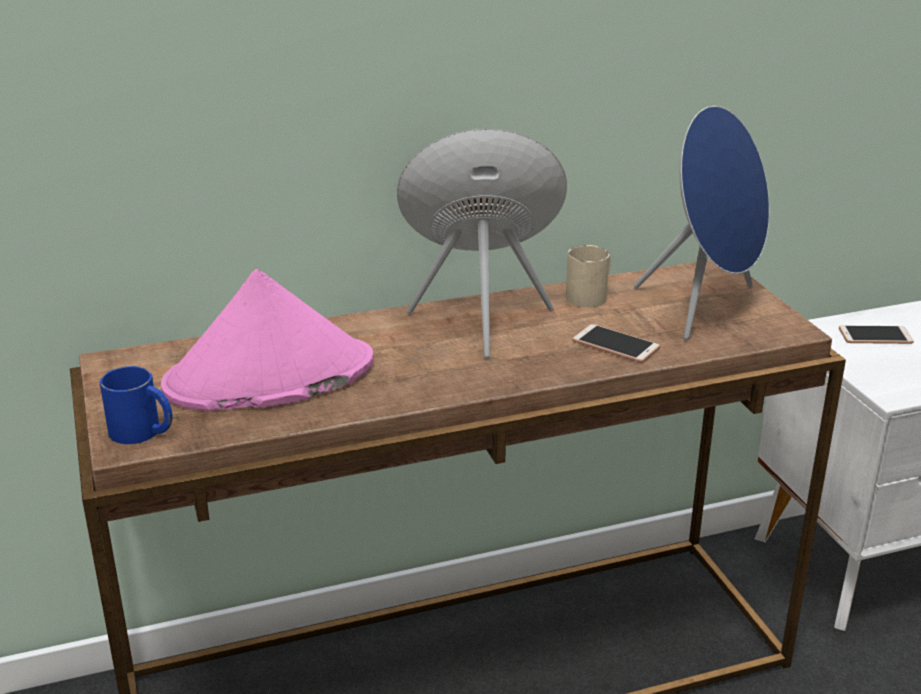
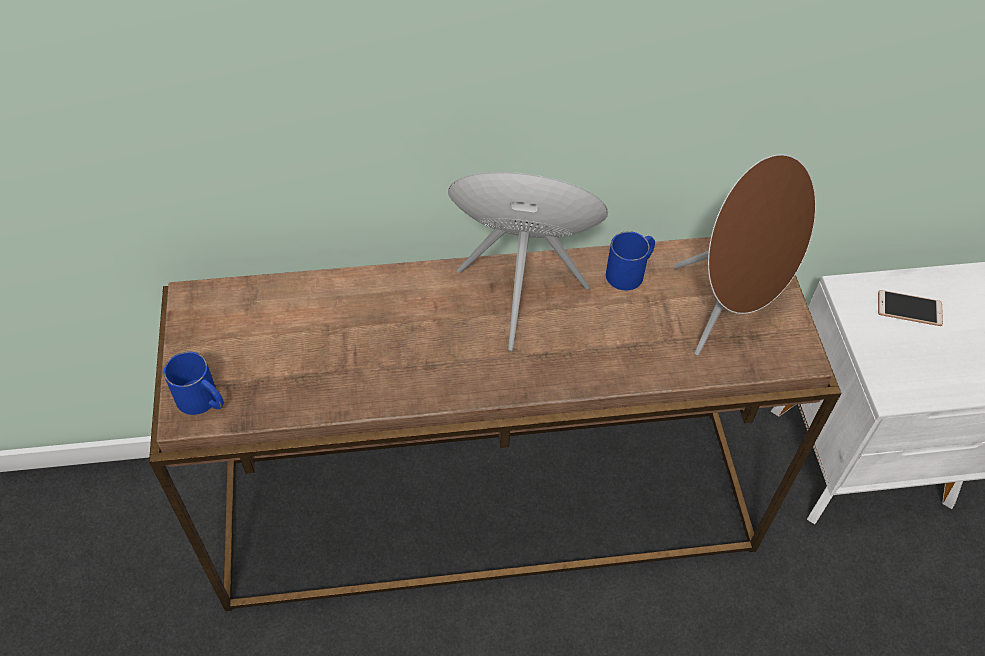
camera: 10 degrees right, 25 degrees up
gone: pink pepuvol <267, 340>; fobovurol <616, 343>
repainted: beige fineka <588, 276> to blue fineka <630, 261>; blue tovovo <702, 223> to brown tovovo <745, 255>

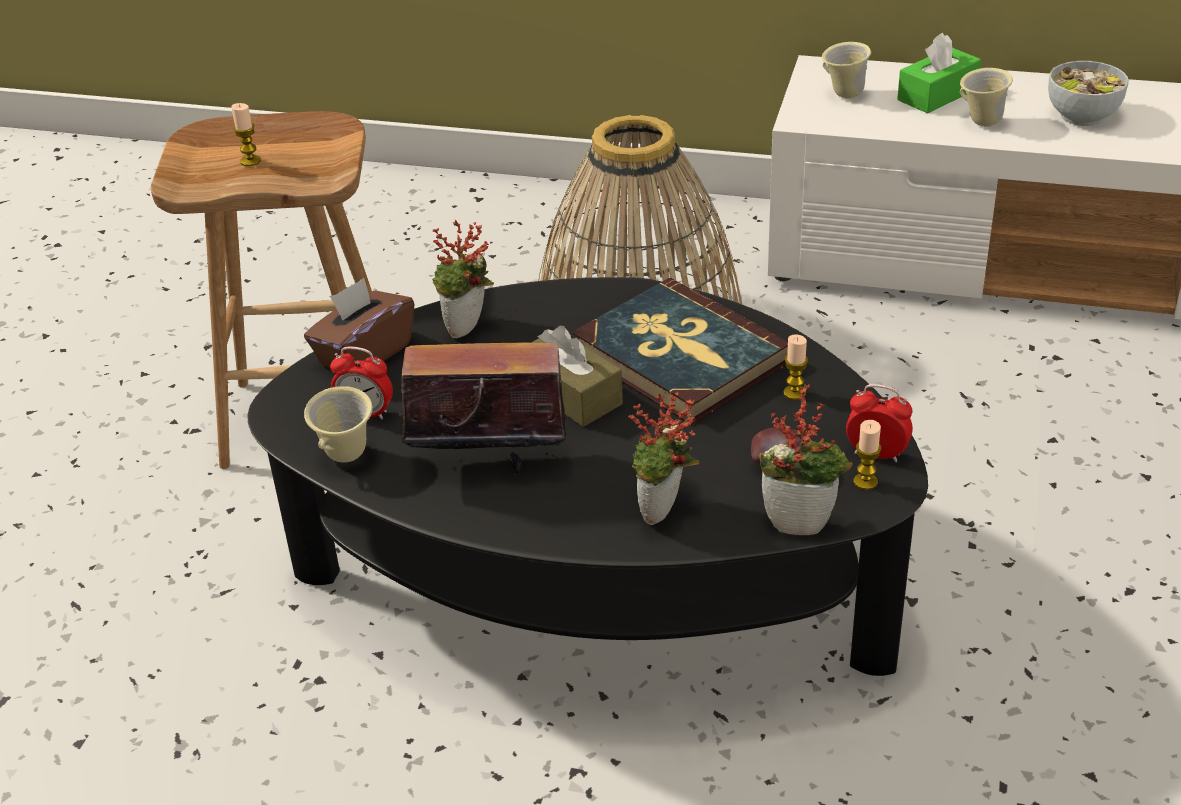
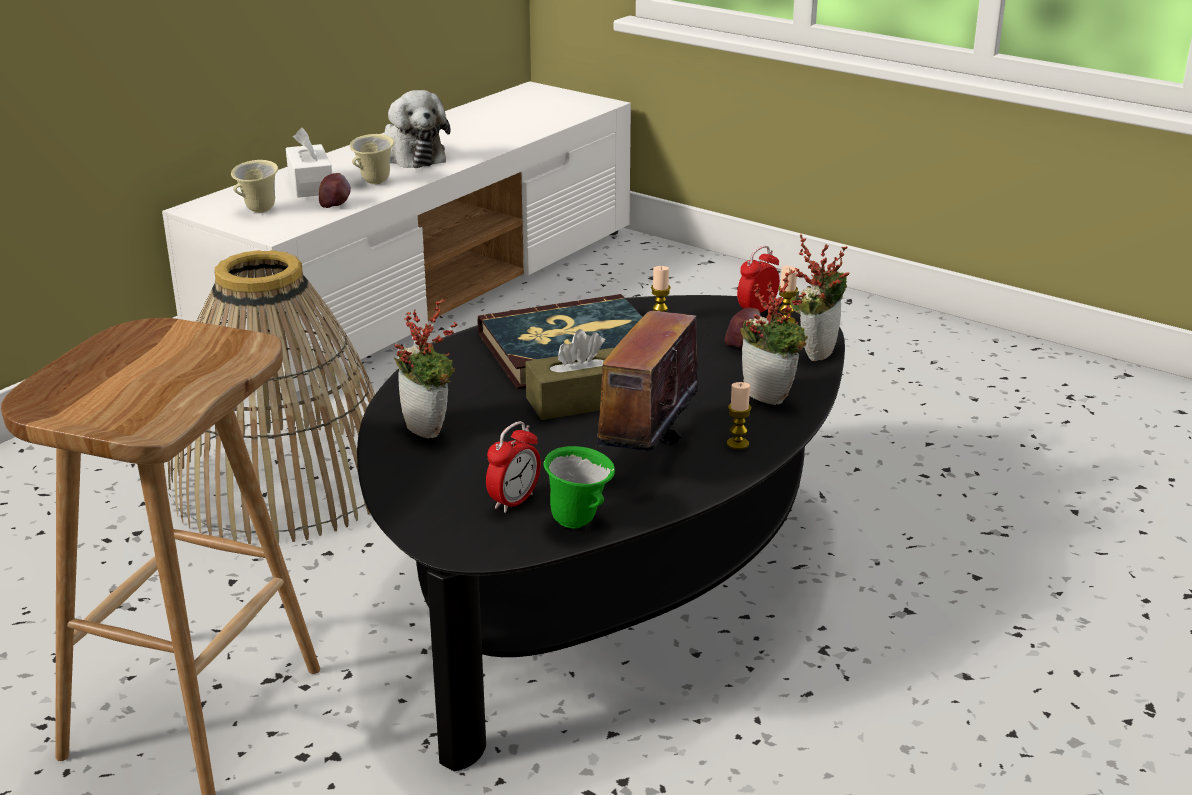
camera: 70 degrees left, 10 degrees down
gone: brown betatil <359, 323>
new: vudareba <335, 190>
shifted: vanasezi <246, 134> to <739, 416>
swapped: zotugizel <1088, 93> to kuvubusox <418, 129>
repainted: green betatil <939, 73> to white betatil <309, 163>; beige fineka <338, 424> to green fineka <579, 487>

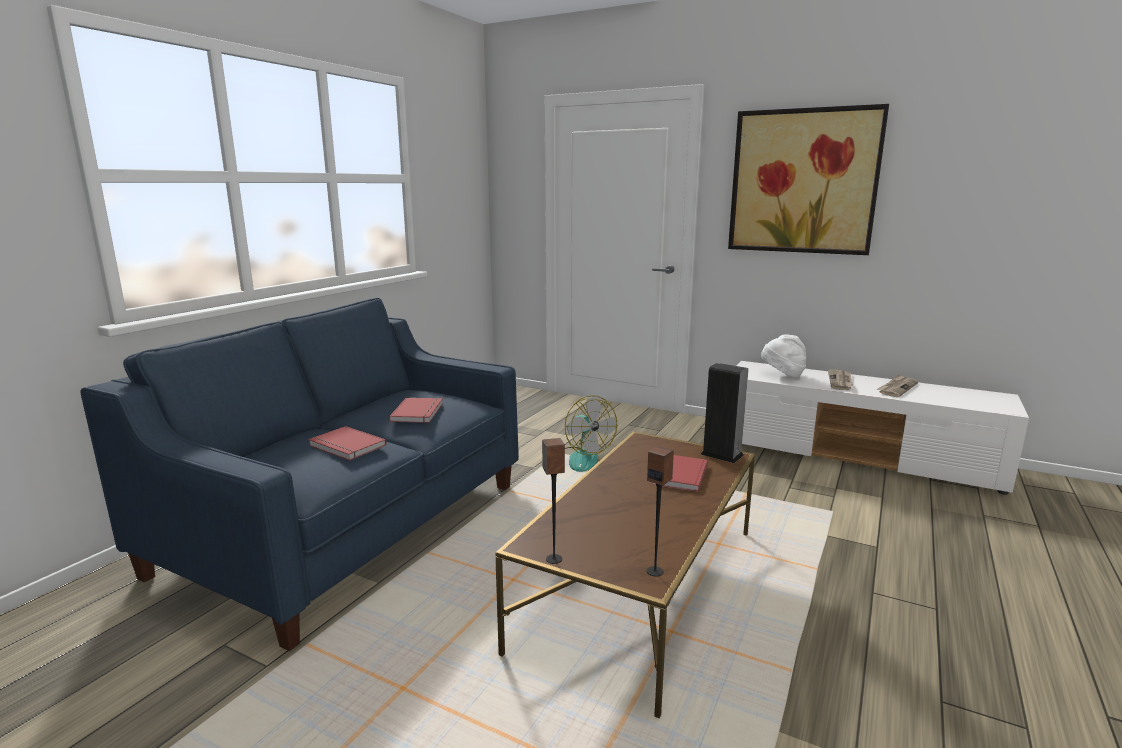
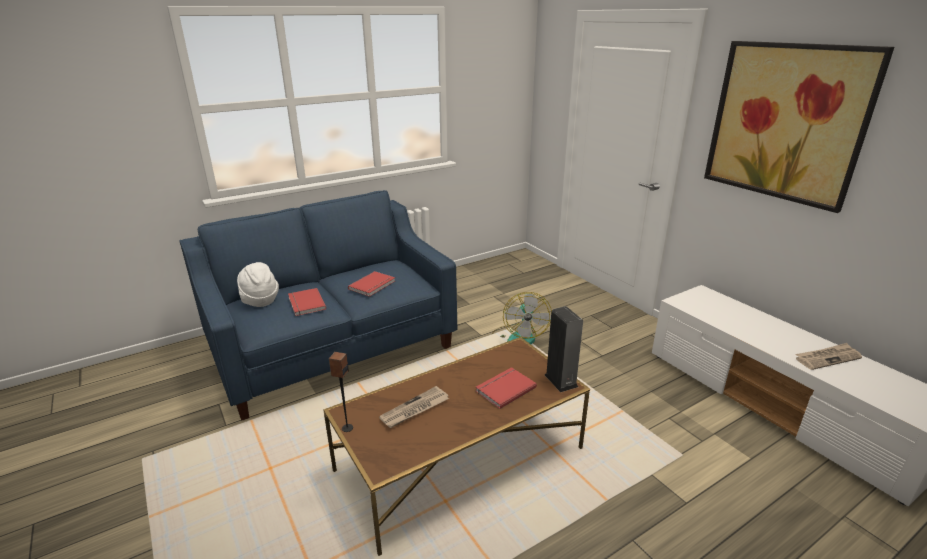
camera: 30 degrees right, 10 degrees up
gone: tovovo <660, 511>
shifted: white pepuvol <783, 356> to <258, 284>; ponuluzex <840, 380> to <414, 407>

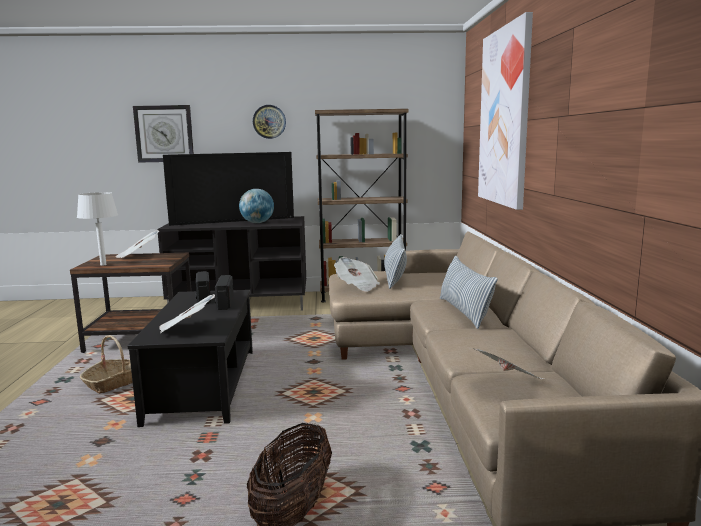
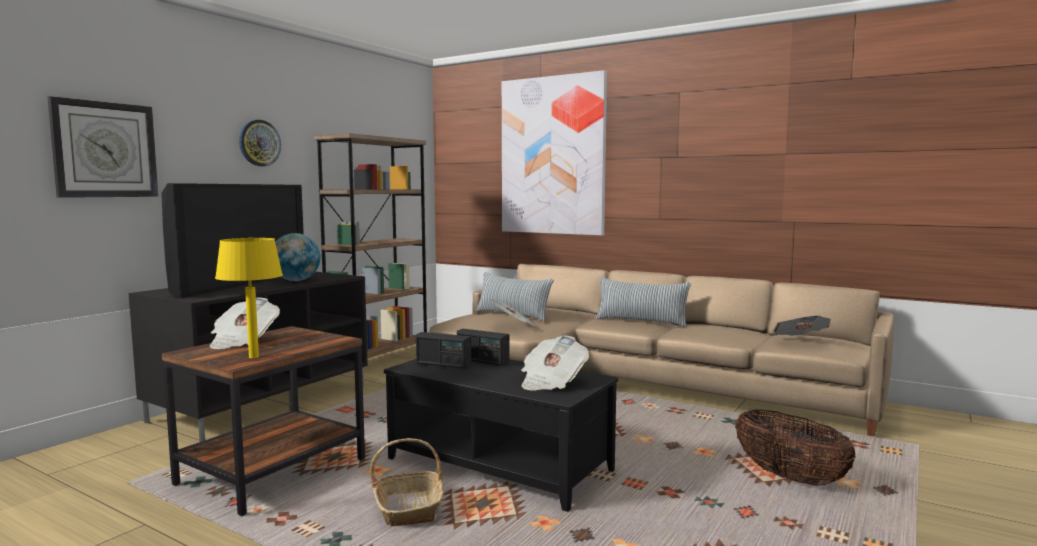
camera: 55 degrees left, 5 degrees down
repainted: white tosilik <97, 229> to yellow tosilik <249, 298>

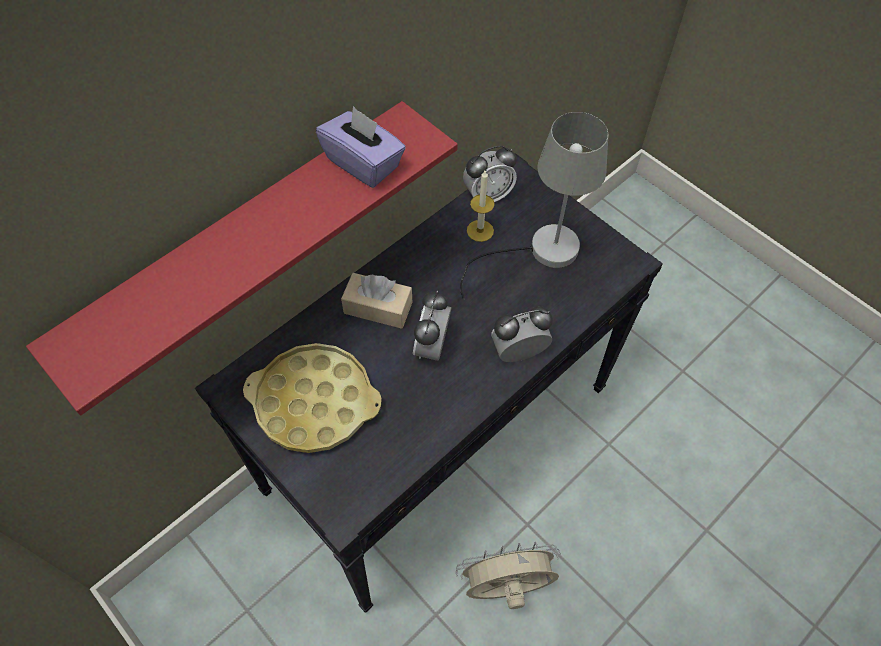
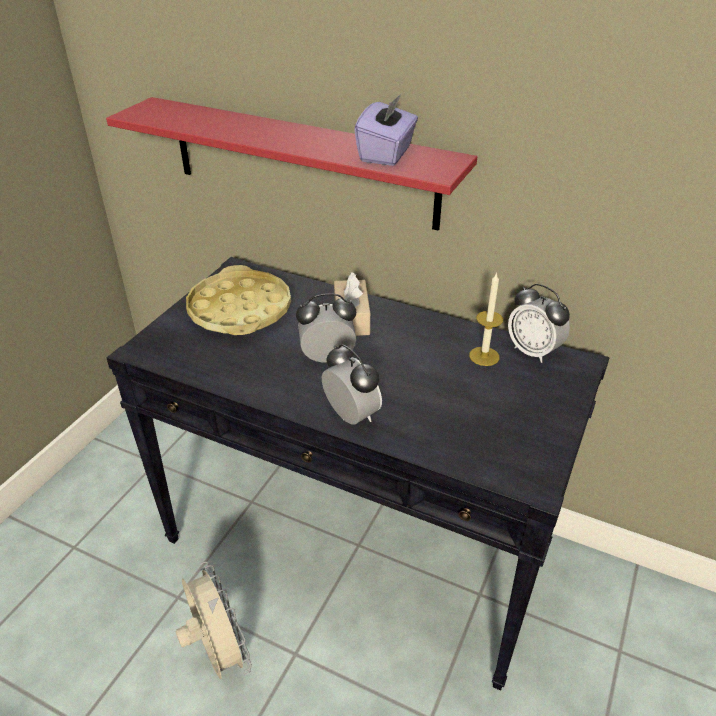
camera: 70 degrees right, 20 degrees down
gone: grey tosilik <534, 206>

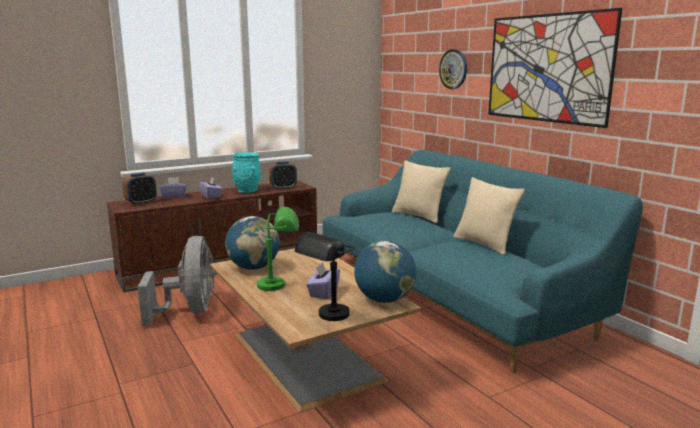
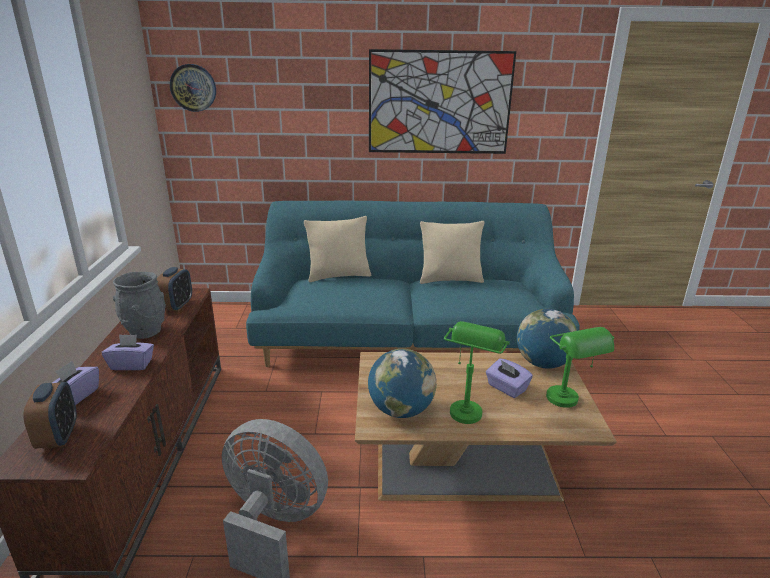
camera: 60 degrees left, 10 degrees up
shifted: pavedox <453, 69> to <193, 88>
repainted: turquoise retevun <246, 172> to grey retevun <139, 305>; black tosilik <325, 276> to green tosilik <580, 367>

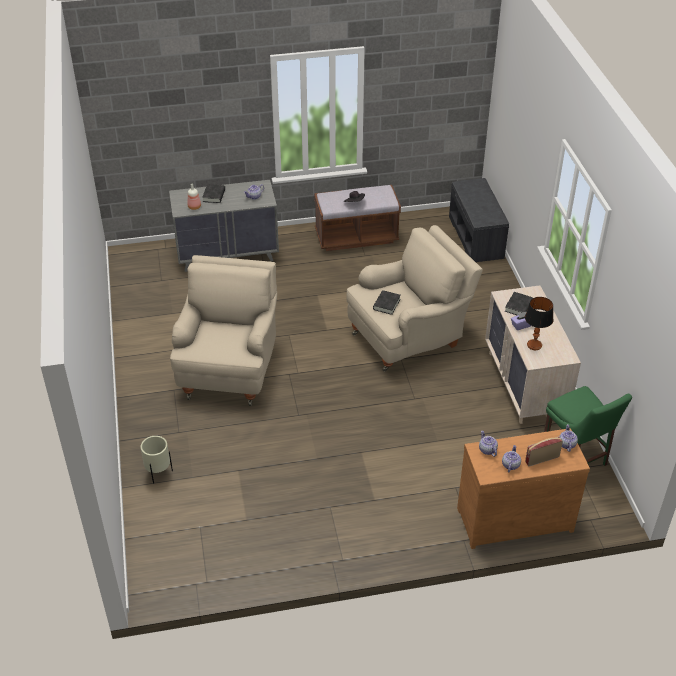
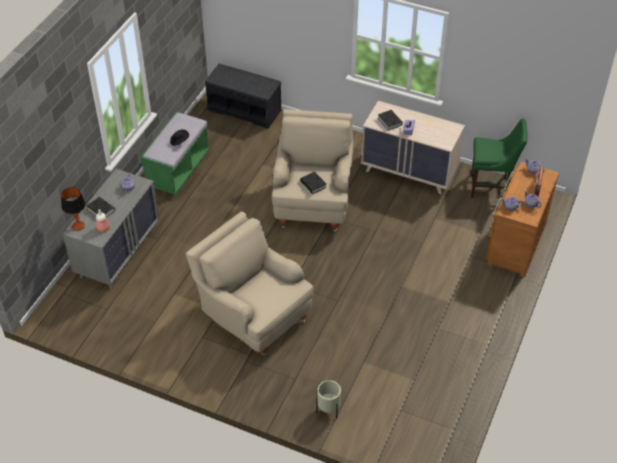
camera: 55 degrees left, 5 degrees up
shifted: tosilik <539, 323> to <73, 209>
repainted: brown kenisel <357, 218> to green kenisel <175, 153>

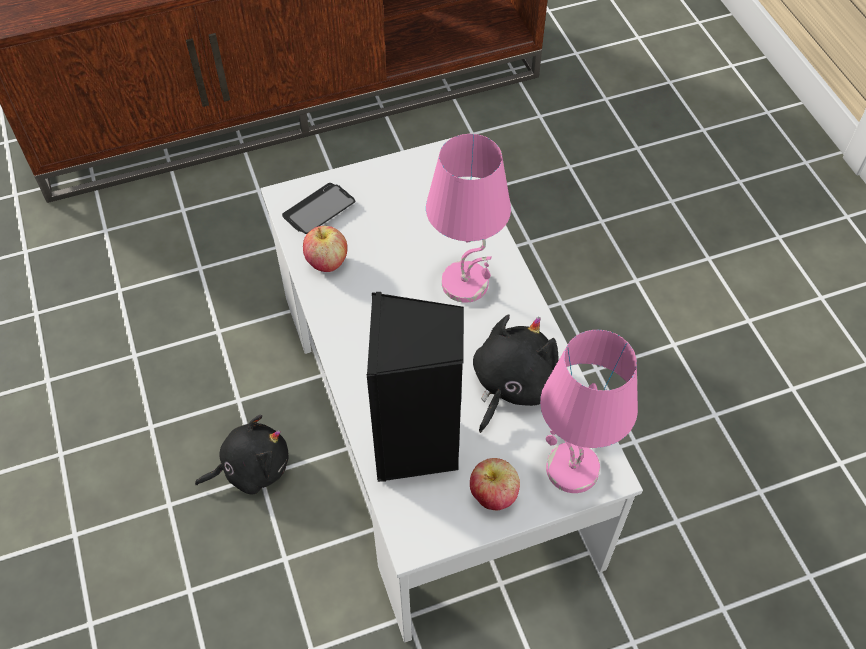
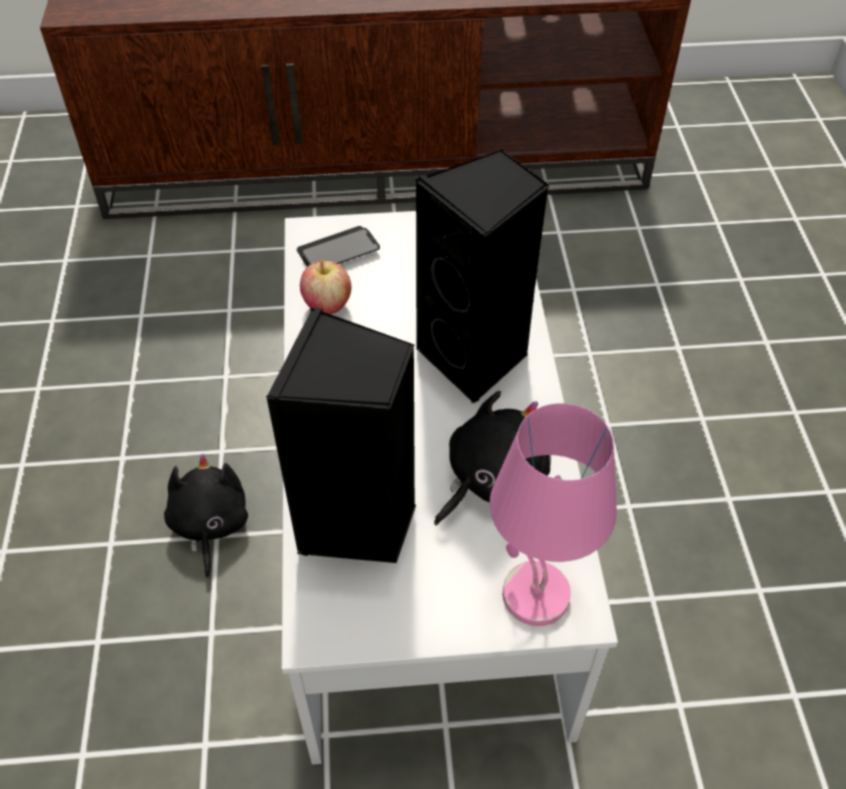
camera: 15 degrees right, 5 degrees down
gone: vudareba <495, 484>
swapped: pink tosilik <468, 218> to black tovovo <482, 276>
rotated: black kuvubusox <242, 454> = <206, 516> 90 degrees counterclockwise

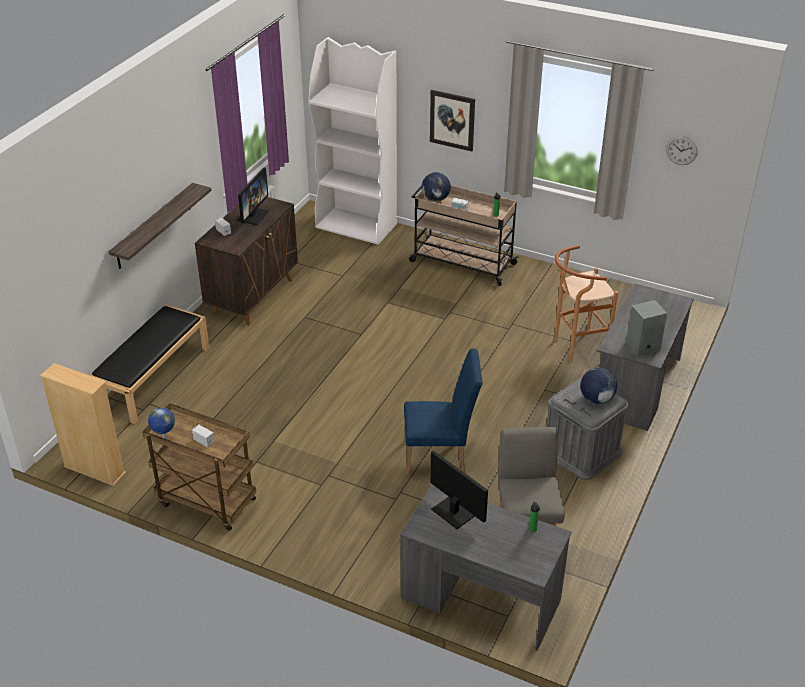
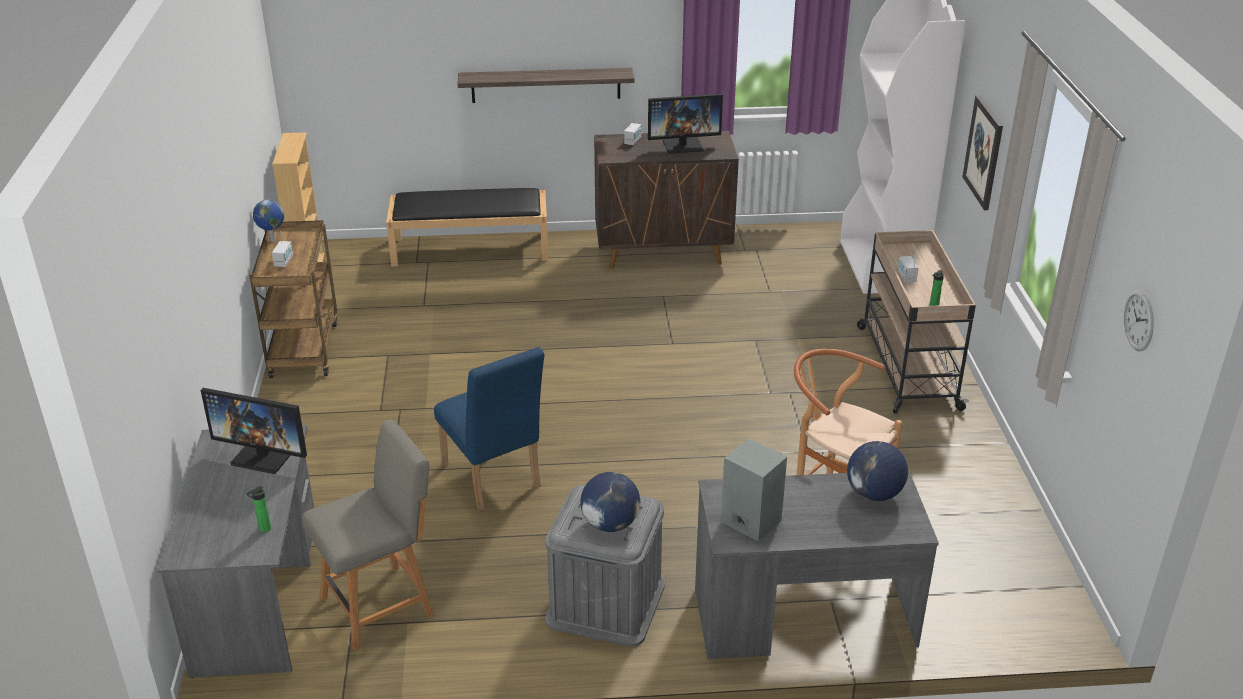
camera: 60 degrees right, 5 degrees down
shifted: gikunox <436, 187> to <877, 471>
rotated: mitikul <459, 489> = <253, 431> 90 degrees clockwise

